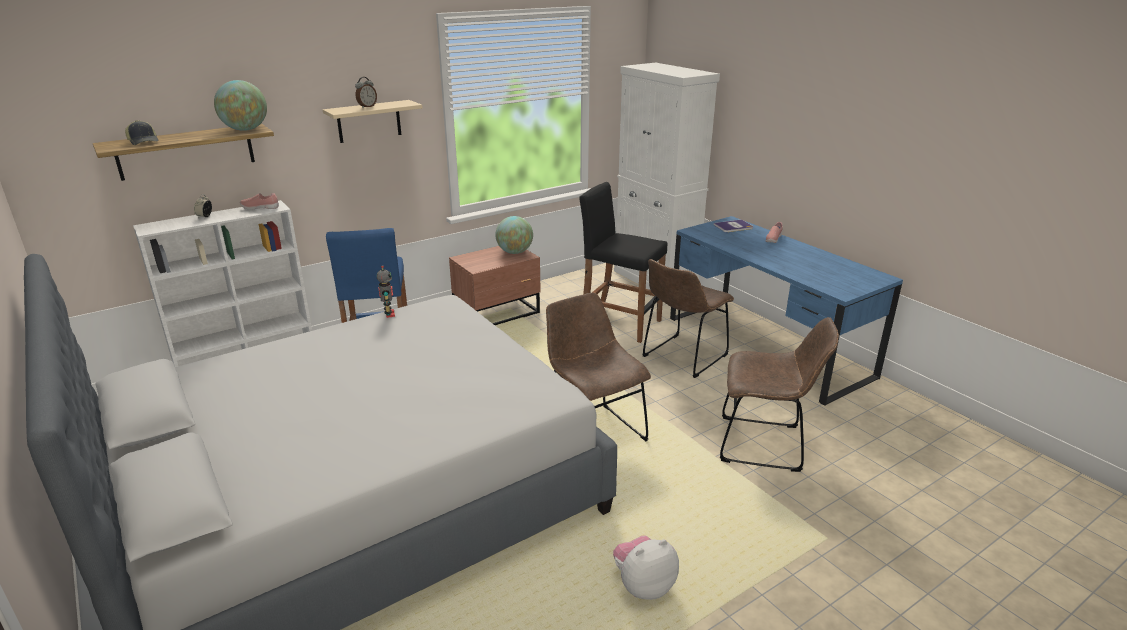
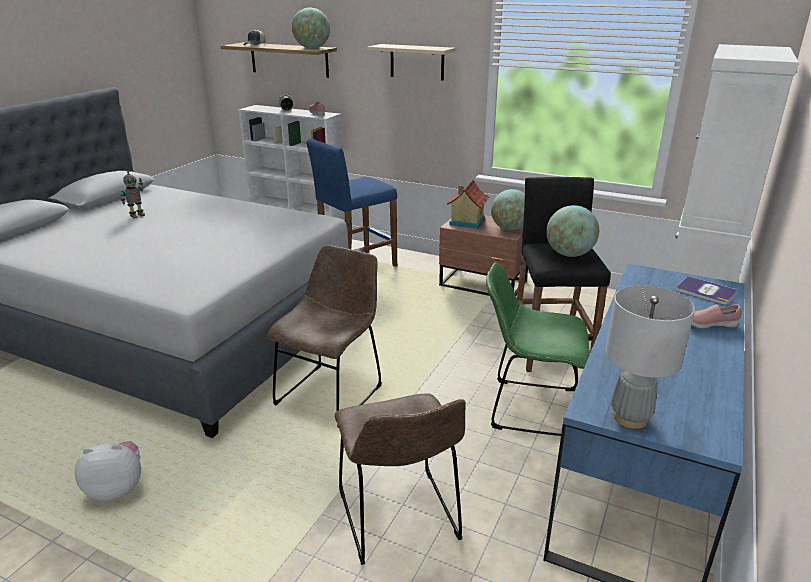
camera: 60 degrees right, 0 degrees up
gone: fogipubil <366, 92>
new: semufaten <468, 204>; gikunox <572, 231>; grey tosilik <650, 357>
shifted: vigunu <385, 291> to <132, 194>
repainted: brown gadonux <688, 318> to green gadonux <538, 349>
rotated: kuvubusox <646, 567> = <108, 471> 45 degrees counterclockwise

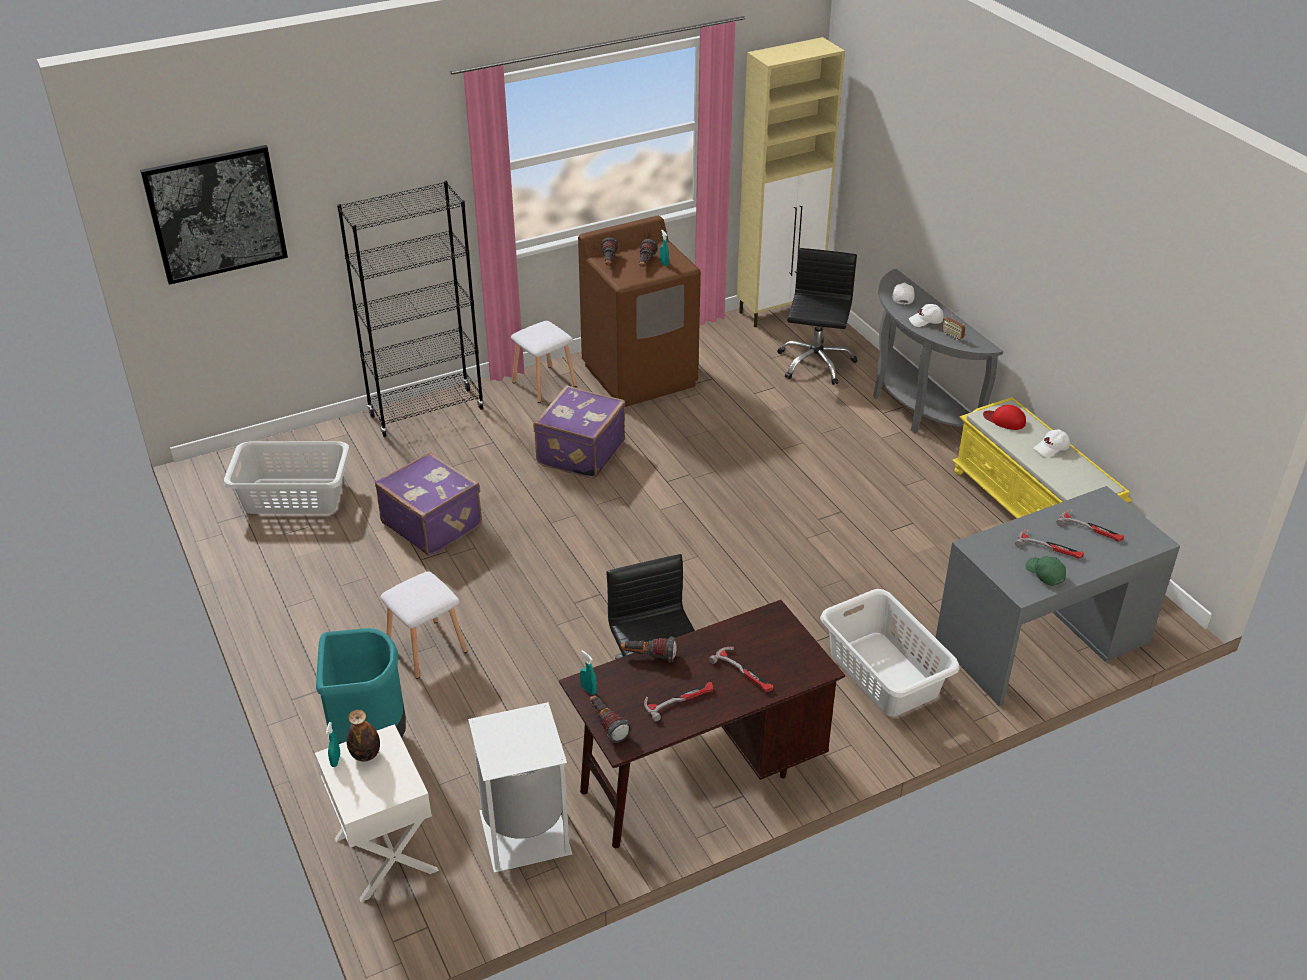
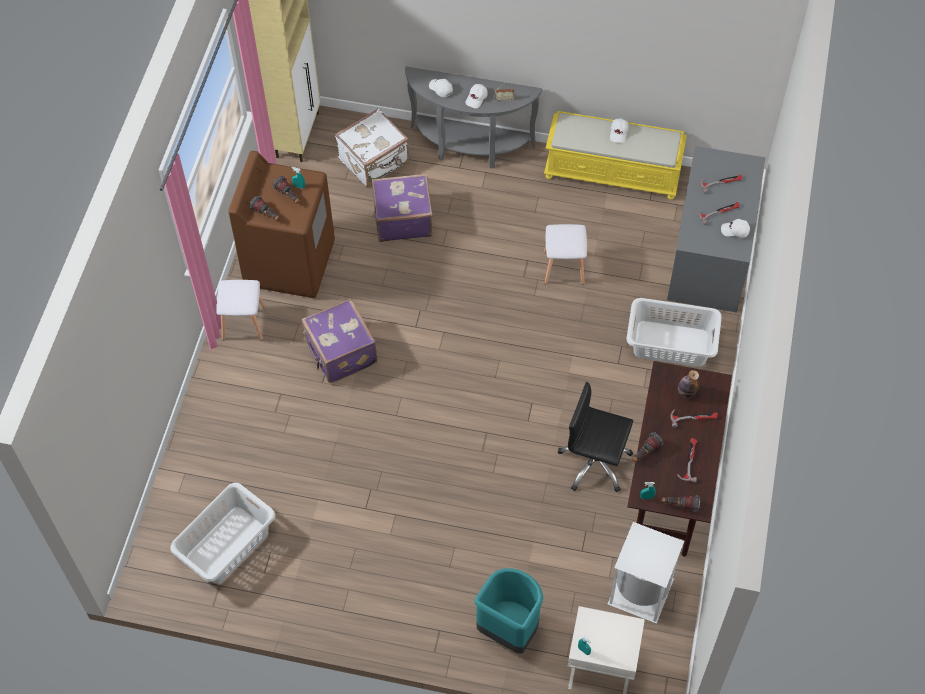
camera: 50 degrees left, 20 degrees up
gone: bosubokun <214, 215>; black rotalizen <411, 309>; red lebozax <1004, 417>
shifted: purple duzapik <428, 504> to <402, 207>; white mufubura <423, 625> to <565, 254>; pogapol <363, 736> to <688, 384>
swapped: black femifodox <817, 316> to white duzapik <372, 147>
repainted: green lebozax <1045, 571> to white lebozax <735, 228>

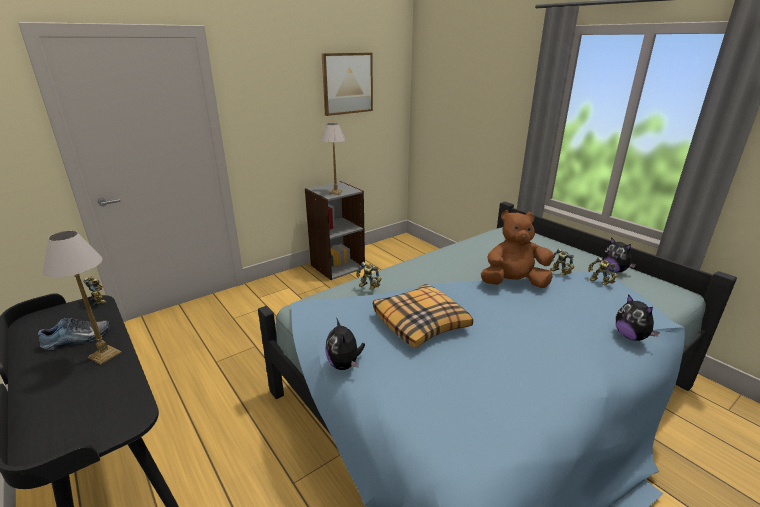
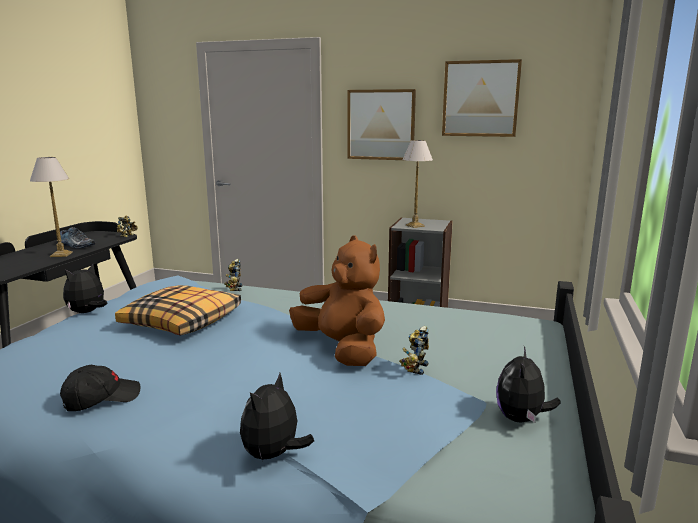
camera: 55 degrees right, 10 degrees down
gone: vigunu <603, 271>
new: black lebozax <100, 388>; bosubokun <382, 124>

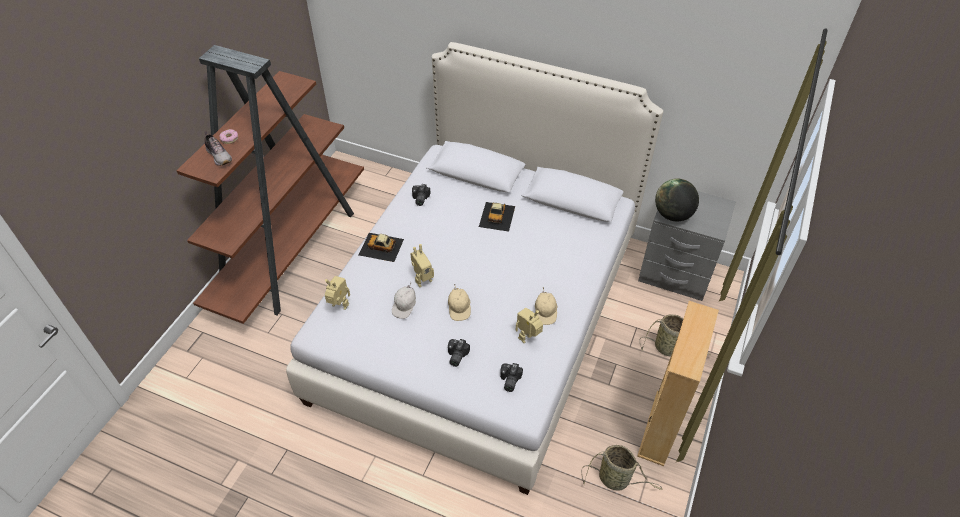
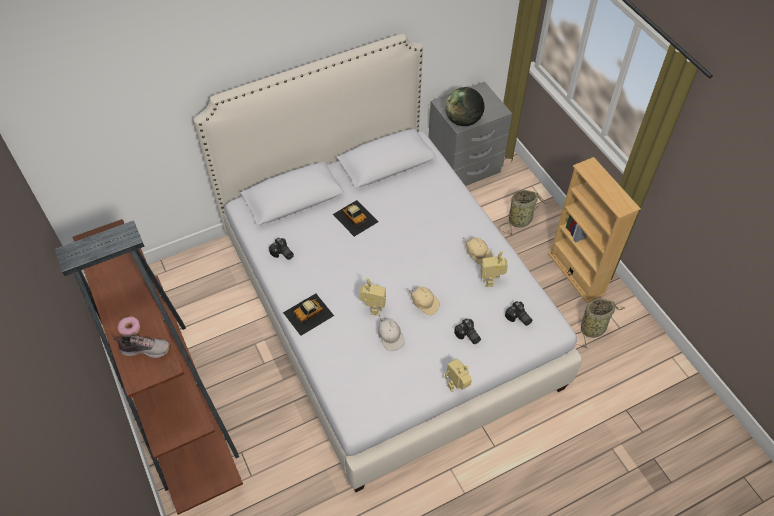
camera: 50 degrees left, 5 degrees up
shifted: vigunu <337, 293> to <458, 375>

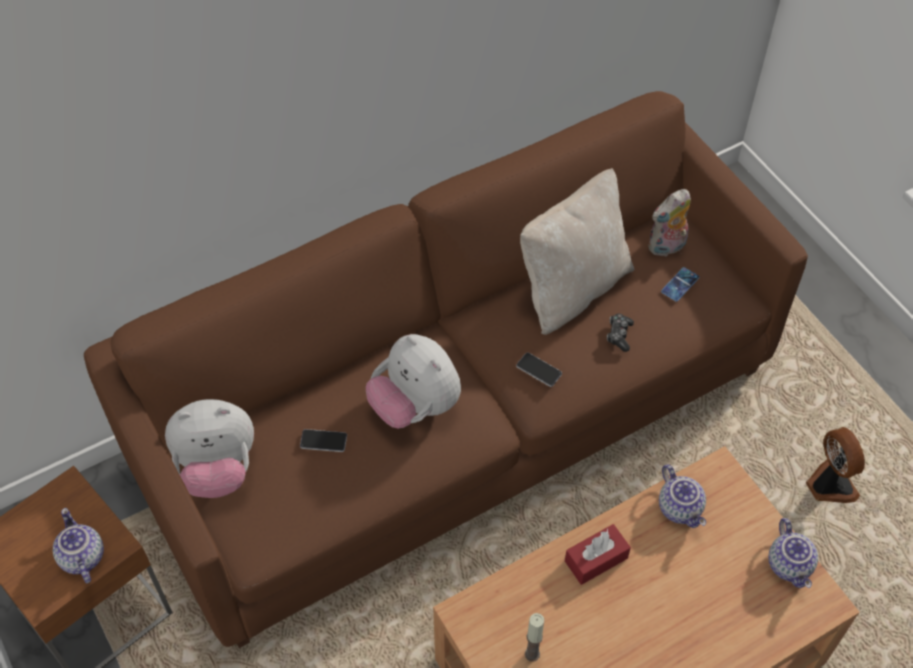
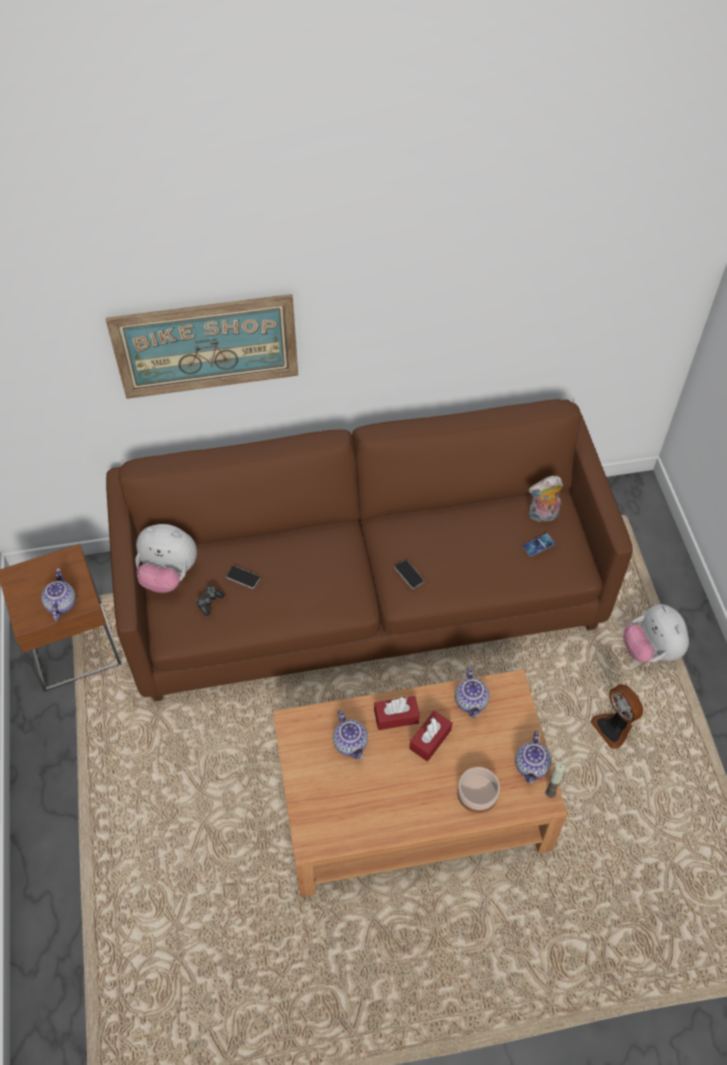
camera: 20 degrees right, 0 degrees up
gone: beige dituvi <577, 251>
new: bosubokun <202, 346>; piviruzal <350, 734>; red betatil <430, 736>; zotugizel <478, 790>
shifted: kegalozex <620, 333> to <210, 601>; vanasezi <534, 637> to <555, 780>; kuvubusox <413, 381> to <656, 633>
rotated: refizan <835, 465> = <617, 716> 150 degrees clockwise

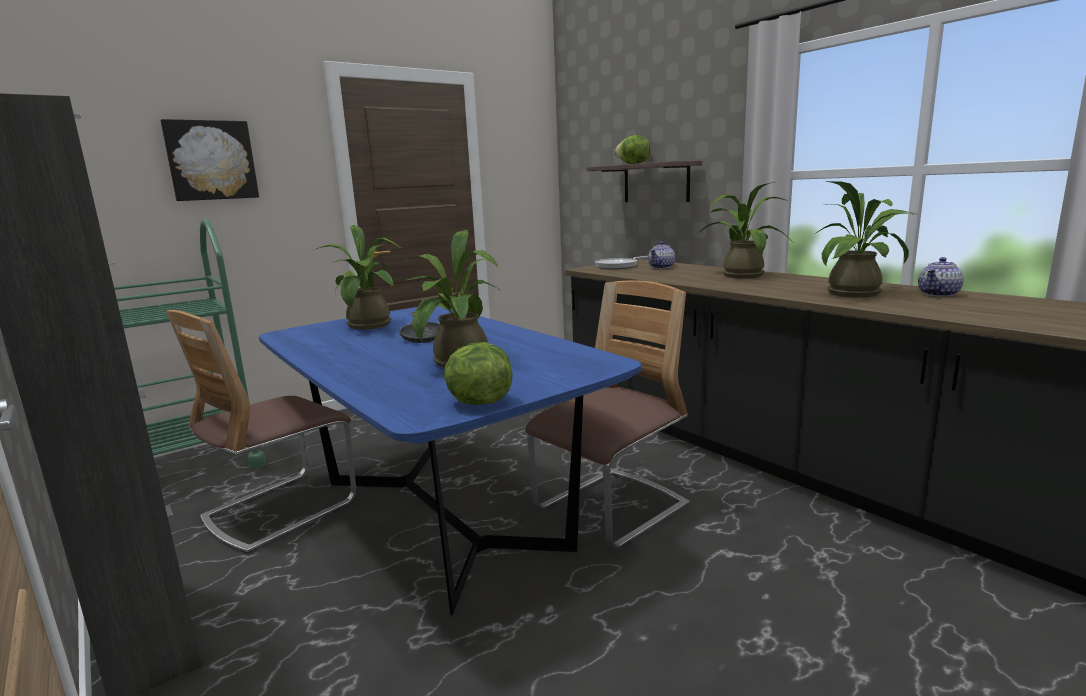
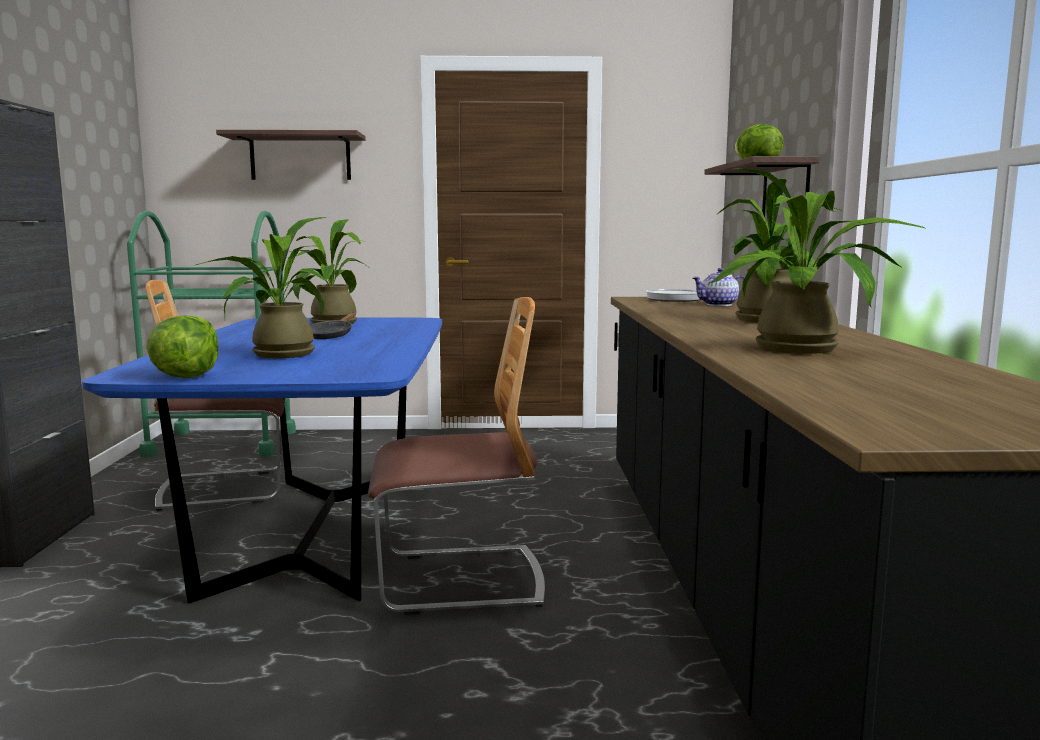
camera: 35 degrees right, 5 degrees down
gone: piviruzal <941, 277>
swapped: bosubokun <209, 160> to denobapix <291, 155>

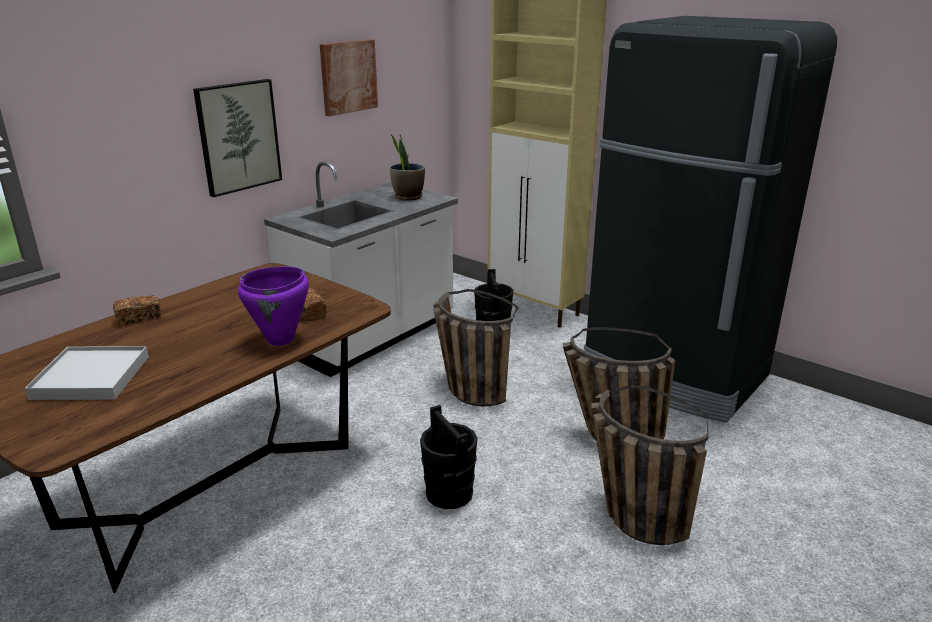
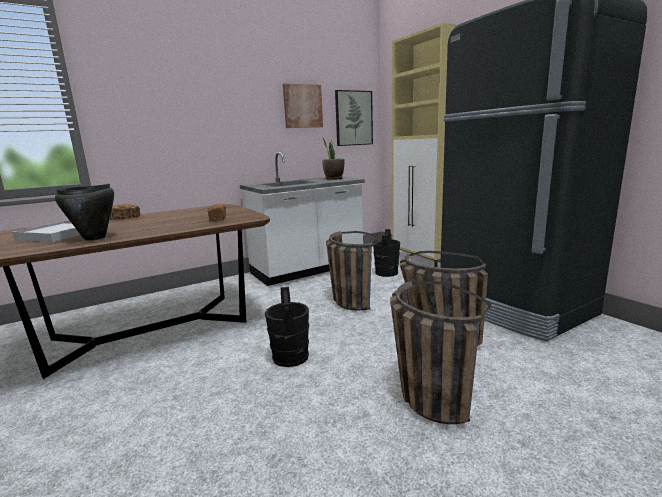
camera: 20 degrees right, 10 degrees down
gone: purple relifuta <273, 306>
new: black relifuta <84, 212>
shifted: bosubokun <237, 138> to <354, 118>

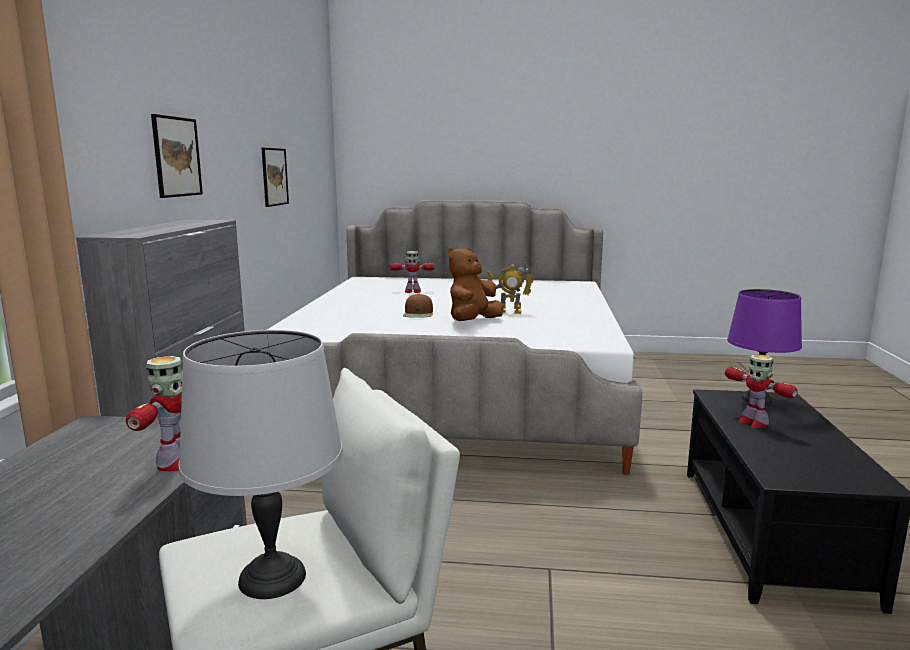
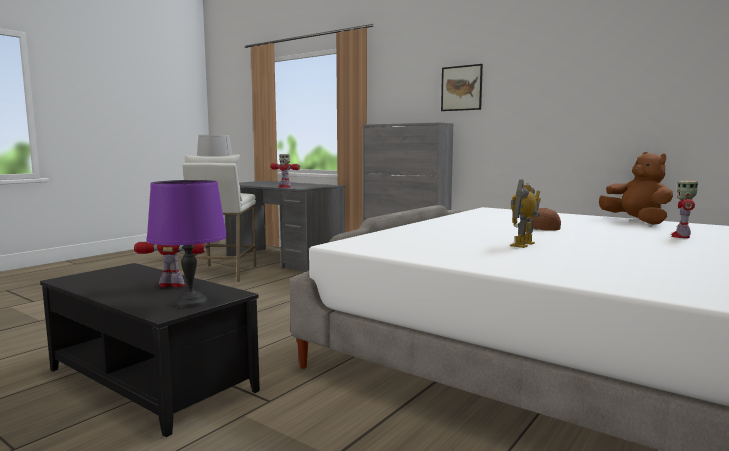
camera: 120 degrees right, 5 degrees down
gone: bosubokun <275, 177>
shifted: brown kuvubusox <475, 284> to <636, 188>

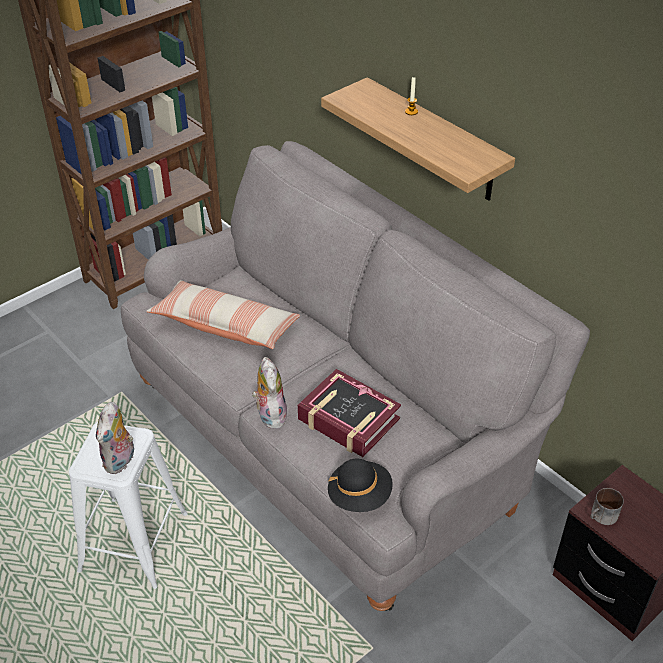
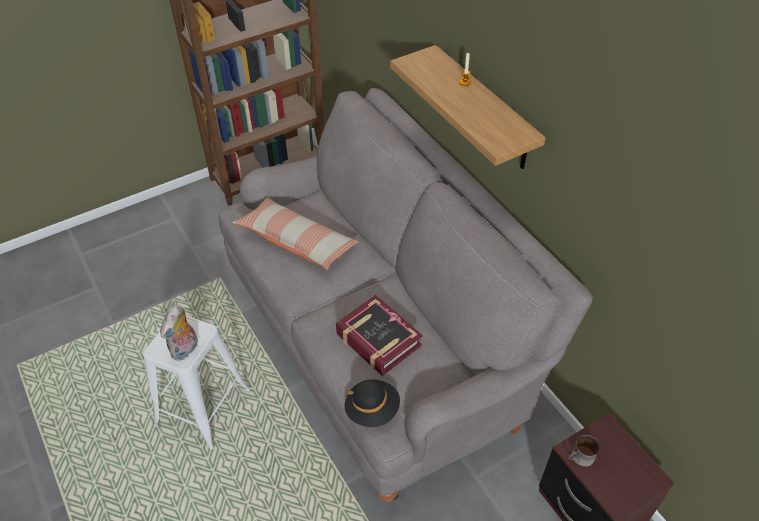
camera: 10 degrees right, 5 degrees up
gone: kuvubusox <269, 393>

